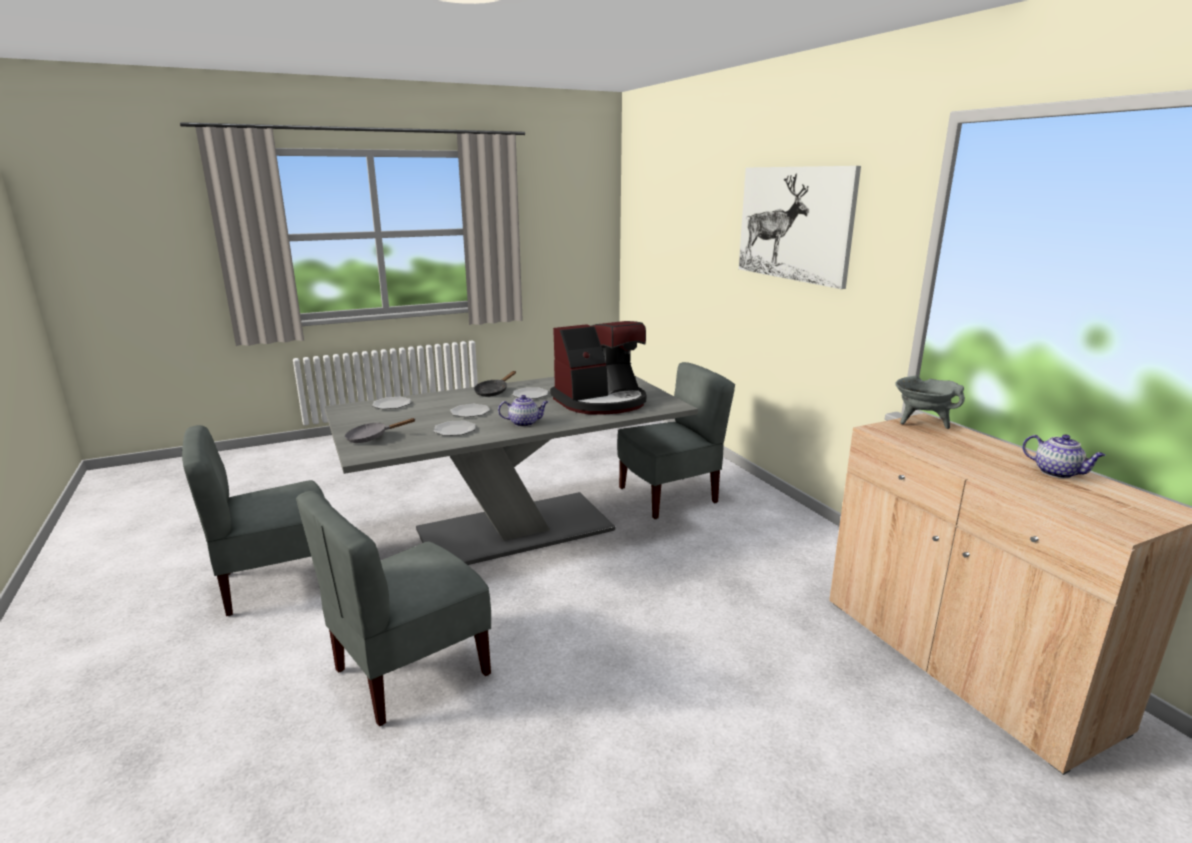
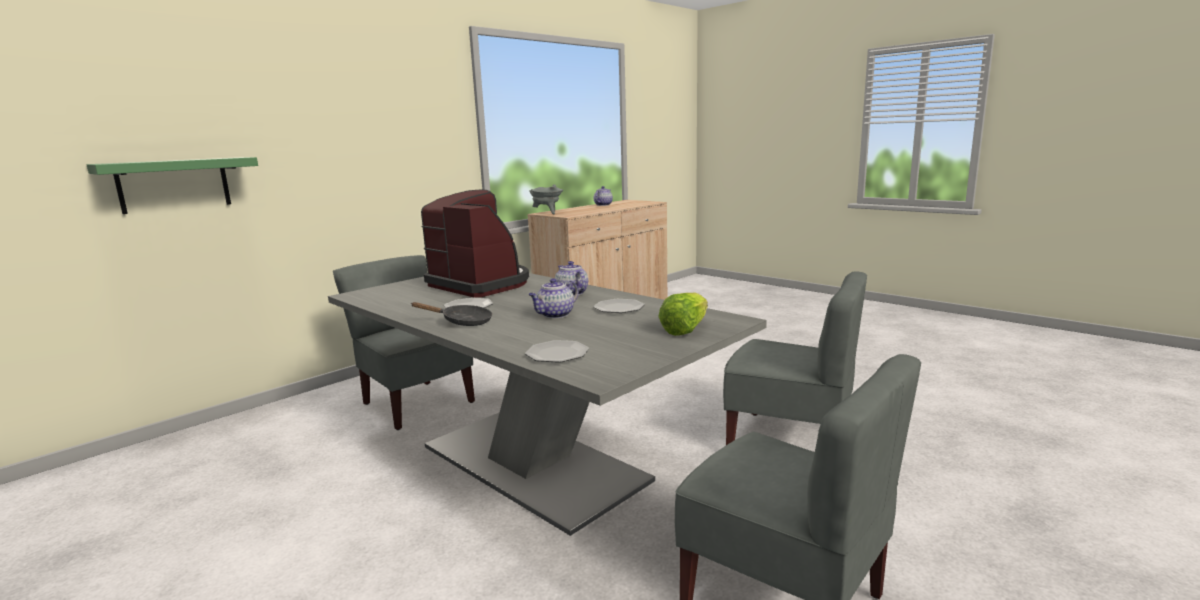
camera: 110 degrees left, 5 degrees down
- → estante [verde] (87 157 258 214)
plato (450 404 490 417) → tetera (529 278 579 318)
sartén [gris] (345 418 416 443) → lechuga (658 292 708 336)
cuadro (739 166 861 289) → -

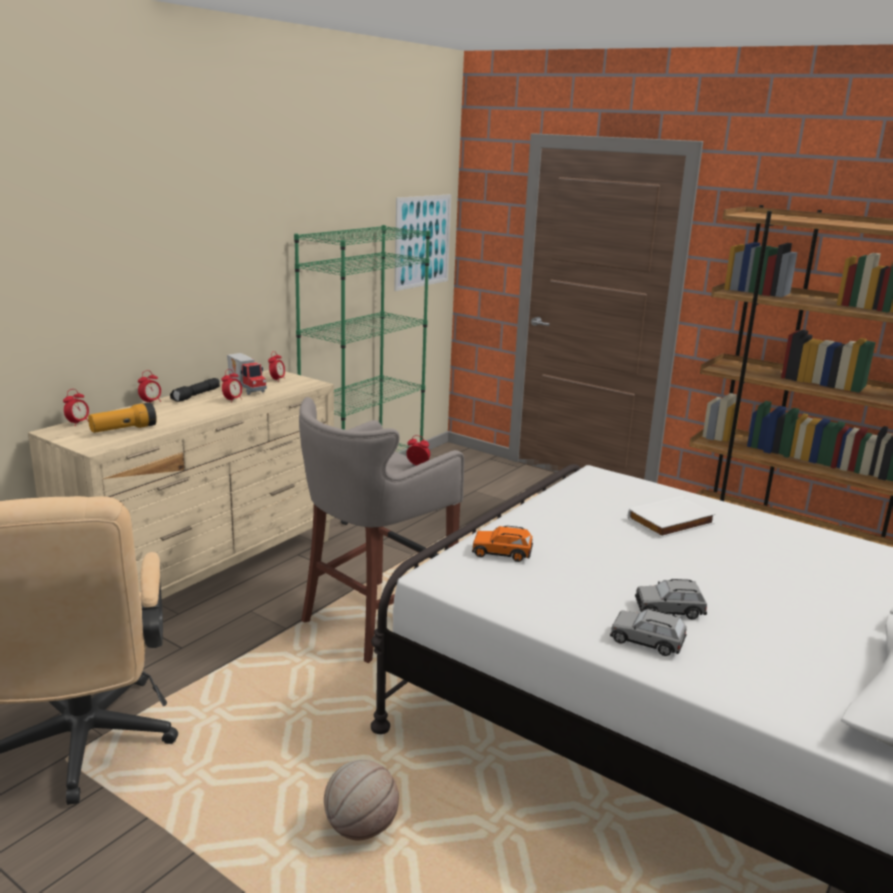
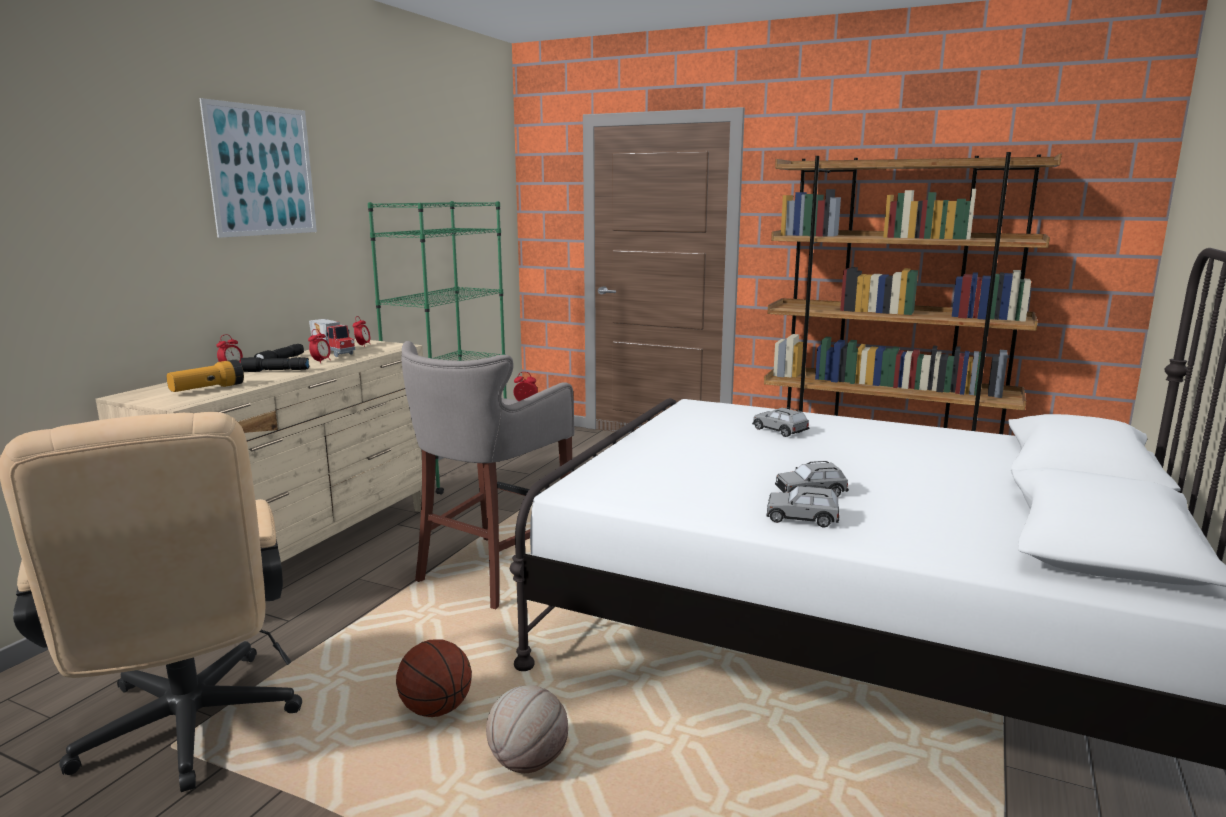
camera: 10 degrees left, 5 degrees down
cuadro (394 194 451 291) → cuadro (199 98 317 238), moved
- → linterna [negro] (240 357 310 372)
- → balón de baloncesto (396 640 472 717)
libro [blanco] (628 496 716 538) → coche de juguete [gris] (752 407 810 437)
despertador (63 389 89 426) → -
coche de juguete [naranja] (472 526 533 562) → -

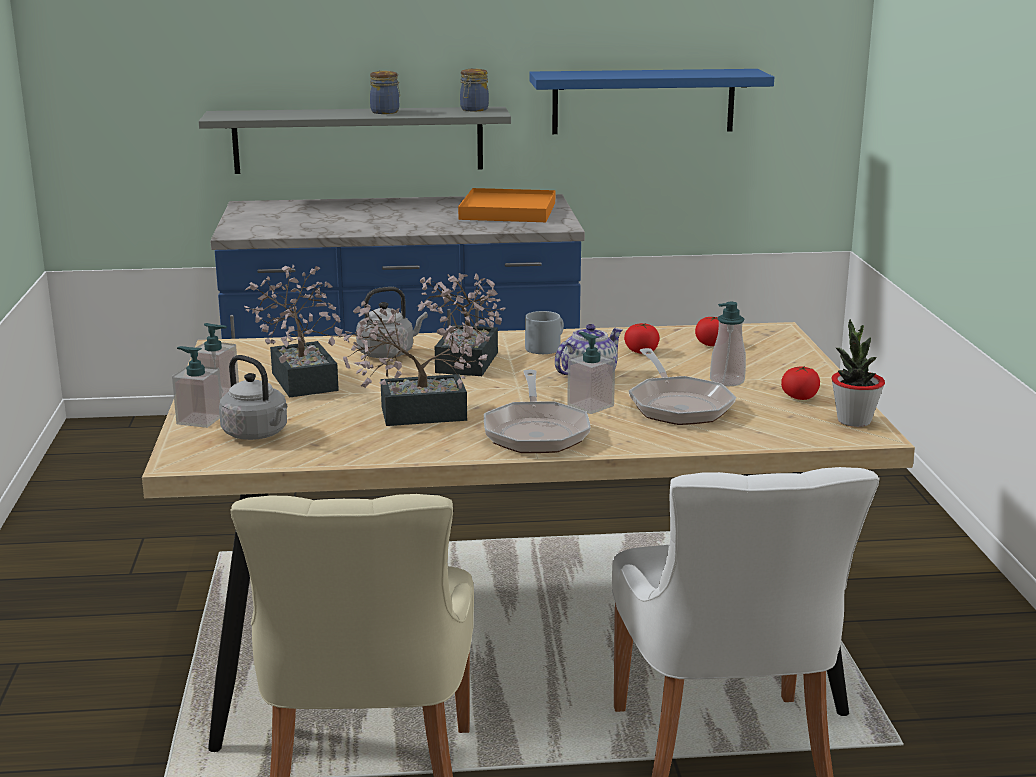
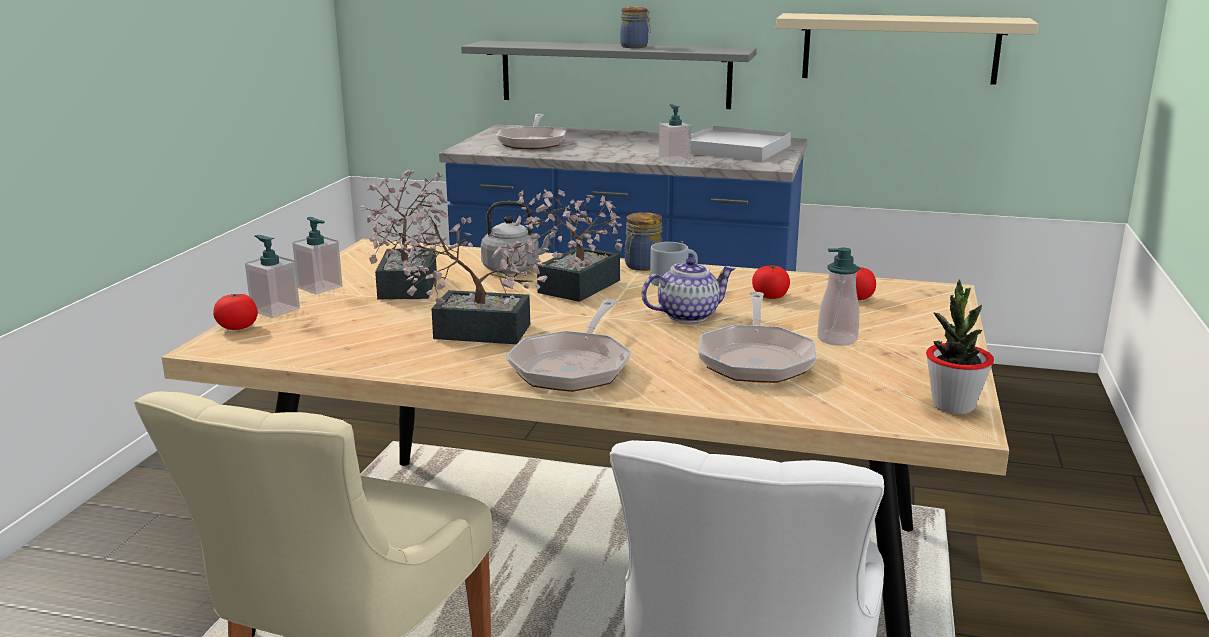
camera: 20 degrees right, 0 degrees up
tomate (781 366 820 400) → tomate (213 294 258 330), moved
- → sartén (497 114 566 149)
tarro (460 68 489 111) → tarro (625 212 663 271), moved
dispensador de jabón (567 332 615 414) → dispensador de jabón (659 104 692 163), moved
bandeja [naranja] (458 188 555 222) → bandeja [blanco] (691 126 791 161)
estante [azul] (529 69 774 134) → estante [beis] (776 13 1038 85)
hervidor [gris] (219 355 287 440) → -

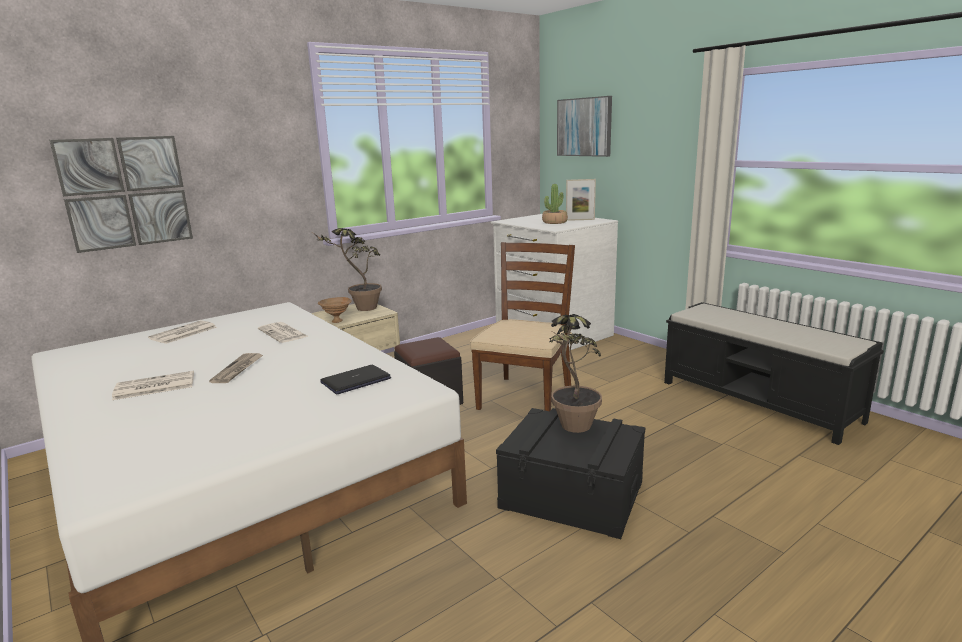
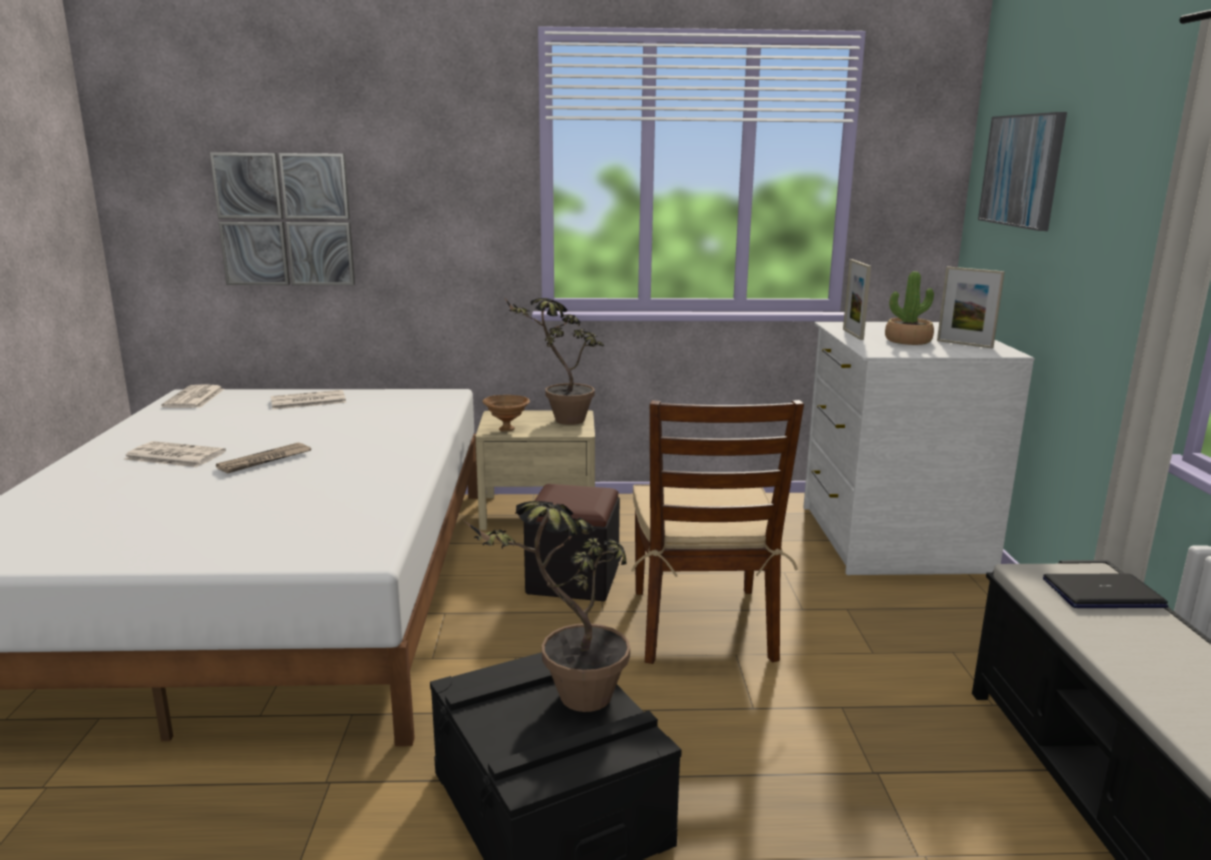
camera: 35 degrees right, 0 degrees up
periódico (258 322 309 343) → periódico (161 384 224 408), moved
silla [marrón] (470 242 577 411) → silla [marrón] (631 400 804 664), 120 degrees clockwise
- → portarretratos (843 259 871 340)
portátil (320 365 391 395) → portátil (1043 574 1168 608), moved

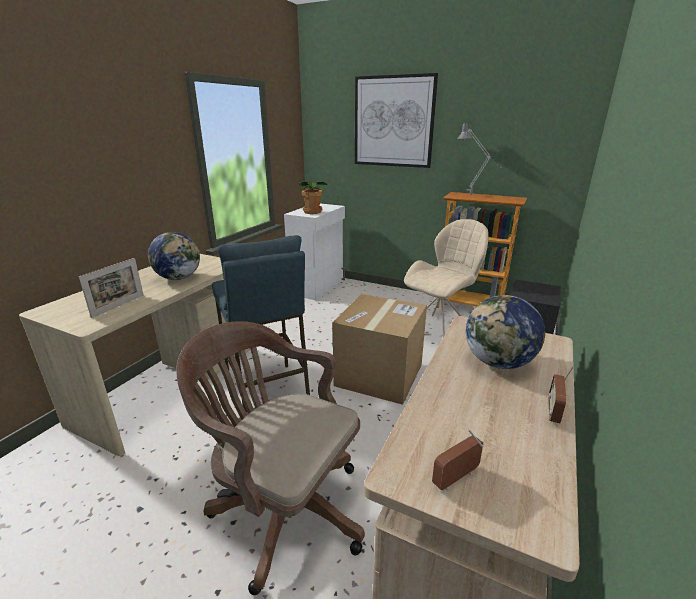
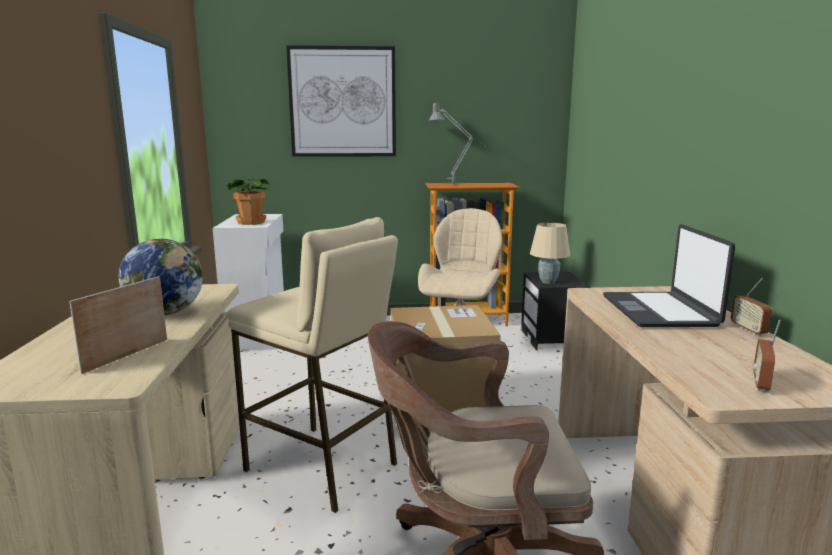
camera: 30 degrees left, 10 degrees down
portarretratos (79 258 144 318) → portarretratos (69 276 167 374), 150 degrees counterclockwise
taburete [azul] (212 235 310 412) → taburete [beis] (227 217 398 513)
- → lámpara de mesa [beis] (530 223 570 284)
globo terráqueo (466 295 545 369) → portátil (603 224 735 327)

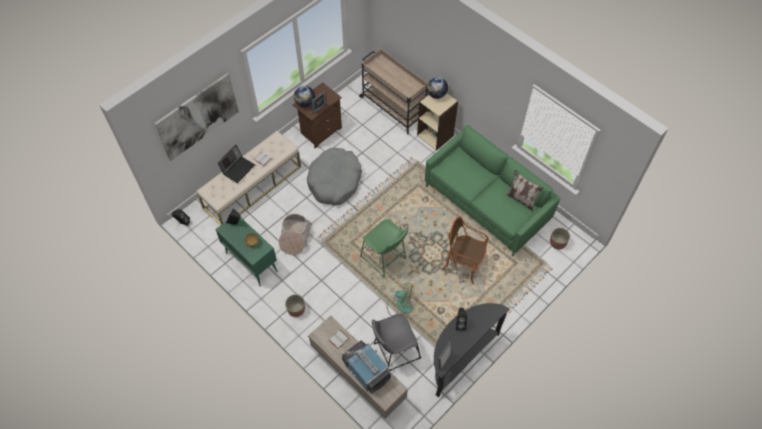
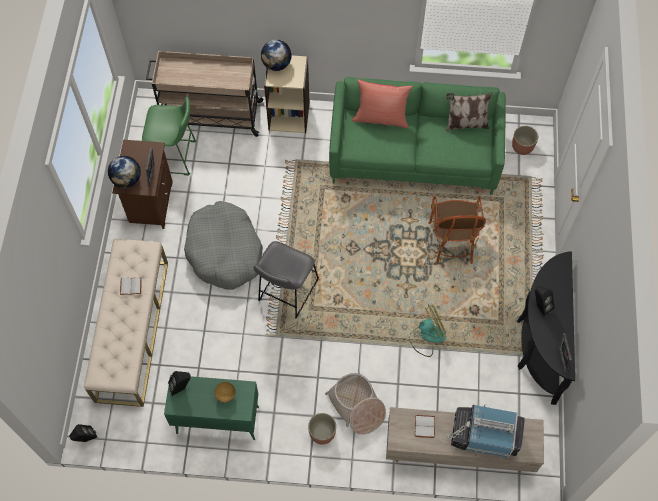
camera: 40 degrees left, 5 degrees up
taburete [verde] (360 219 408 277) → taburete [verde] (142 97 196 176), moved
taburete [gris] (372 314 421 371) → taburete [gris] (254 241 319 318), moved
cesta (279 214 312 255) → cesta (325 373 386 435), moved
- → cojín [rojo] (352 79 413 129)
sillón (442 216 489 284) → sillón (429 195 486 265), 75 degrees counterclockwise
cuadro (154 73 239 161) → -
portátil (218 145 255 183) → -

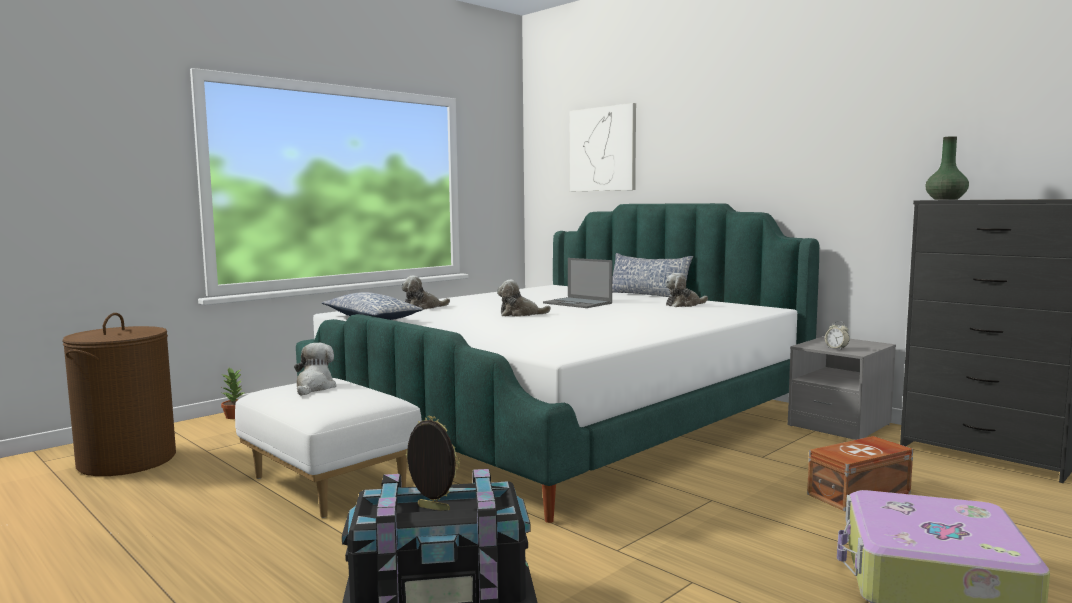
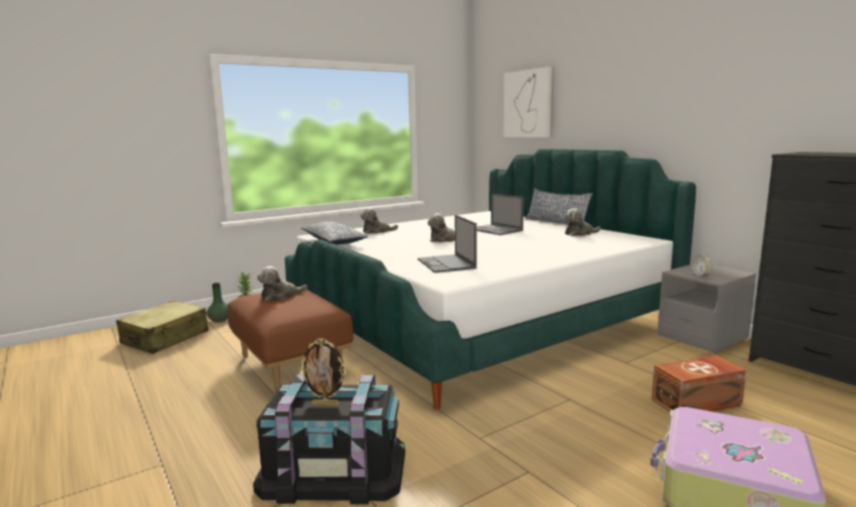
camera: 10 degrees right, 5 degrees up
cesto de la ropa [marrón] (62 313 176 476) → maleta [beis] (116 300 209 354)
florero [verde] (925 136 969 200) → florero [verde] (206 283 228 322), moved
puf [blanco] (235 378 422 518) → puf [marrón] (227 287 354 392)
peluche (294 343 336 396) → peluche (257 266 307 301), 135 degrees counterclockwise
portarretratos (406 416 460 511) → portarretratos (299 338 347 406), 150 degrees clockwise
- → portátil (418 215 477 273)

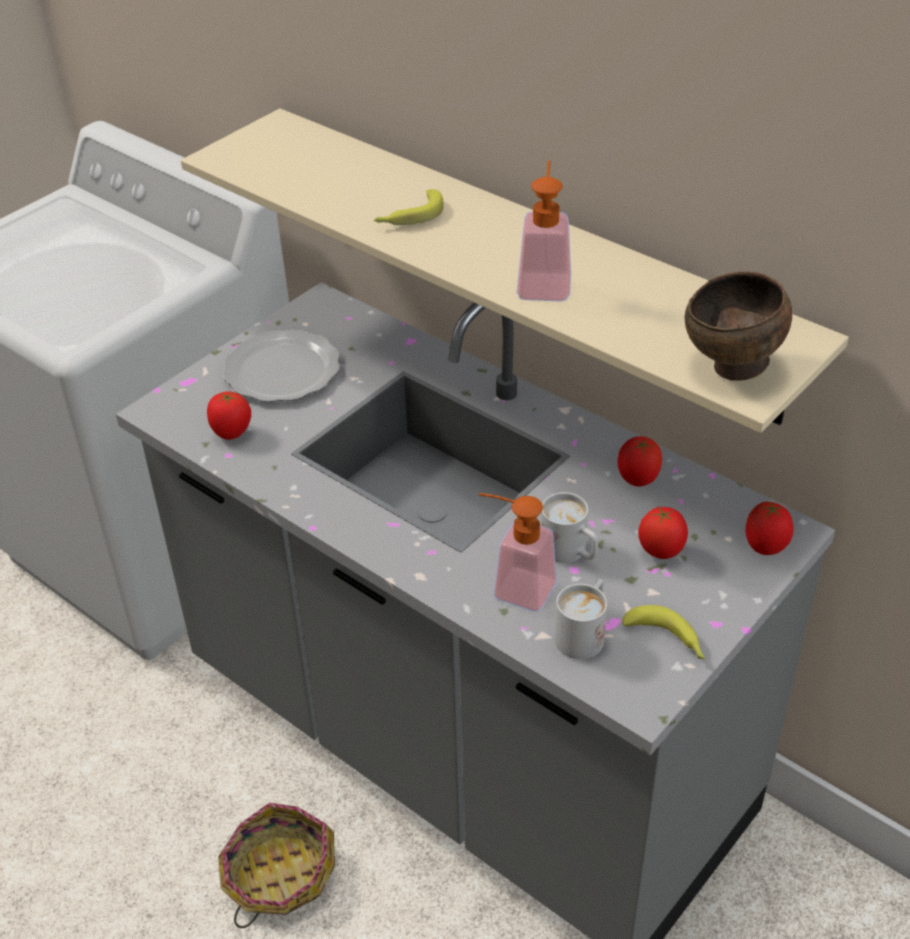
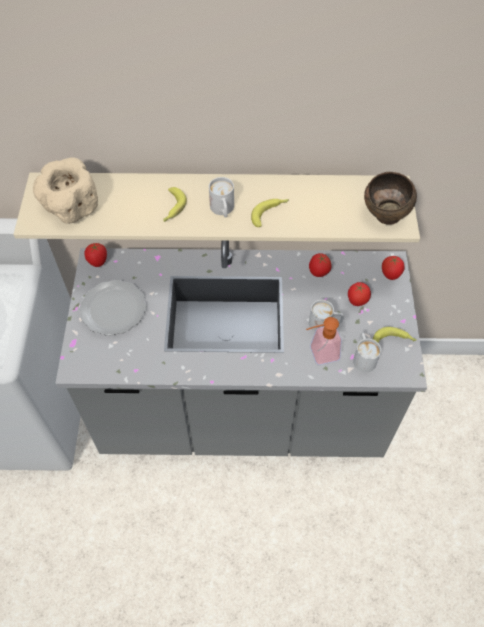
camera: 40 degrees left, 15 degrees up
- → cuenco [beis] (33 157 98 224)
tomate (207 391 251 440) → tomate (85 243 107 267), moved
- → taza grande [blanco] (209 177 234 218)
dispensador de jabón (516 160 571 302) → plátano (251 199 289 227)
cesta (218 803 335 928) → -

